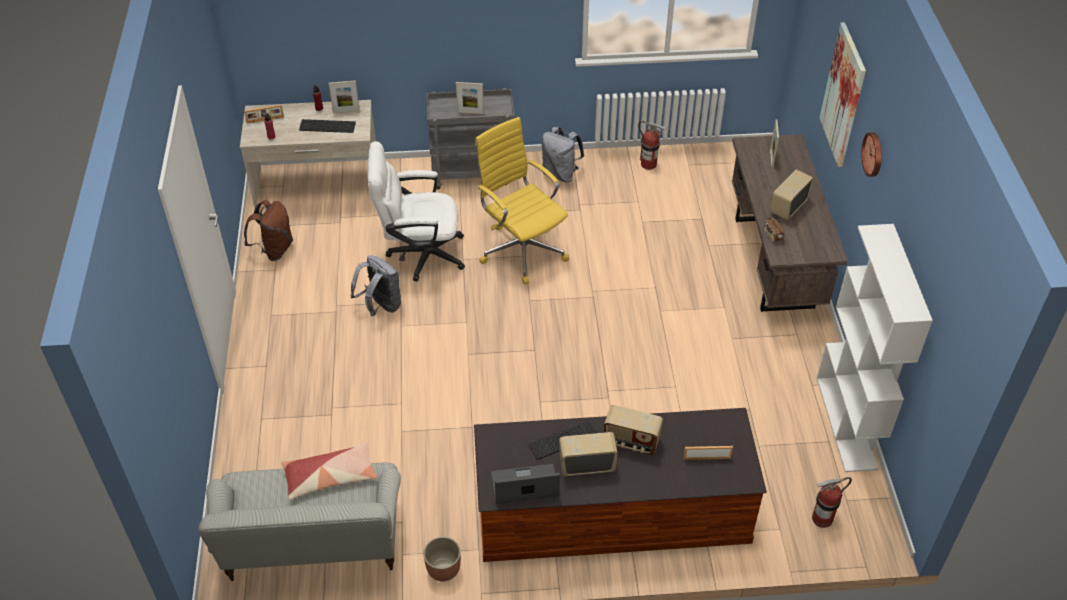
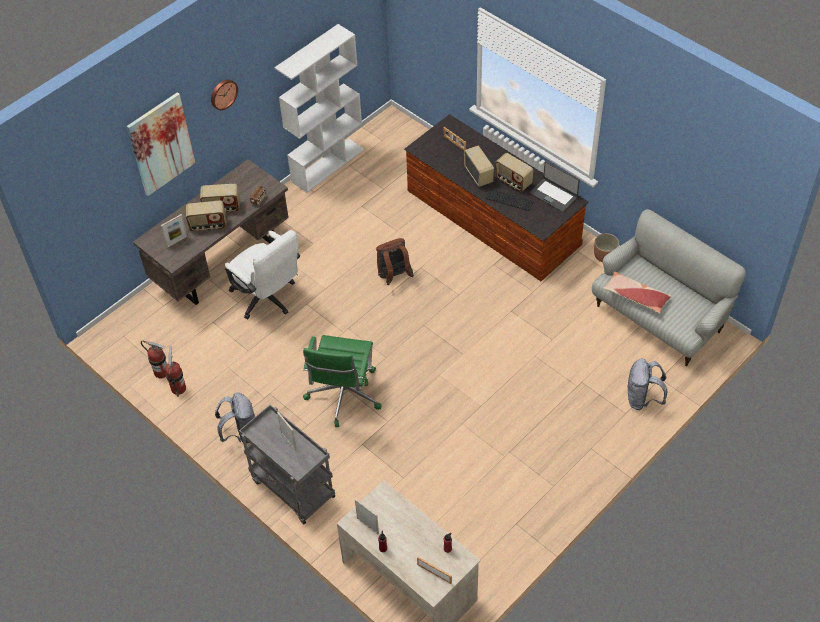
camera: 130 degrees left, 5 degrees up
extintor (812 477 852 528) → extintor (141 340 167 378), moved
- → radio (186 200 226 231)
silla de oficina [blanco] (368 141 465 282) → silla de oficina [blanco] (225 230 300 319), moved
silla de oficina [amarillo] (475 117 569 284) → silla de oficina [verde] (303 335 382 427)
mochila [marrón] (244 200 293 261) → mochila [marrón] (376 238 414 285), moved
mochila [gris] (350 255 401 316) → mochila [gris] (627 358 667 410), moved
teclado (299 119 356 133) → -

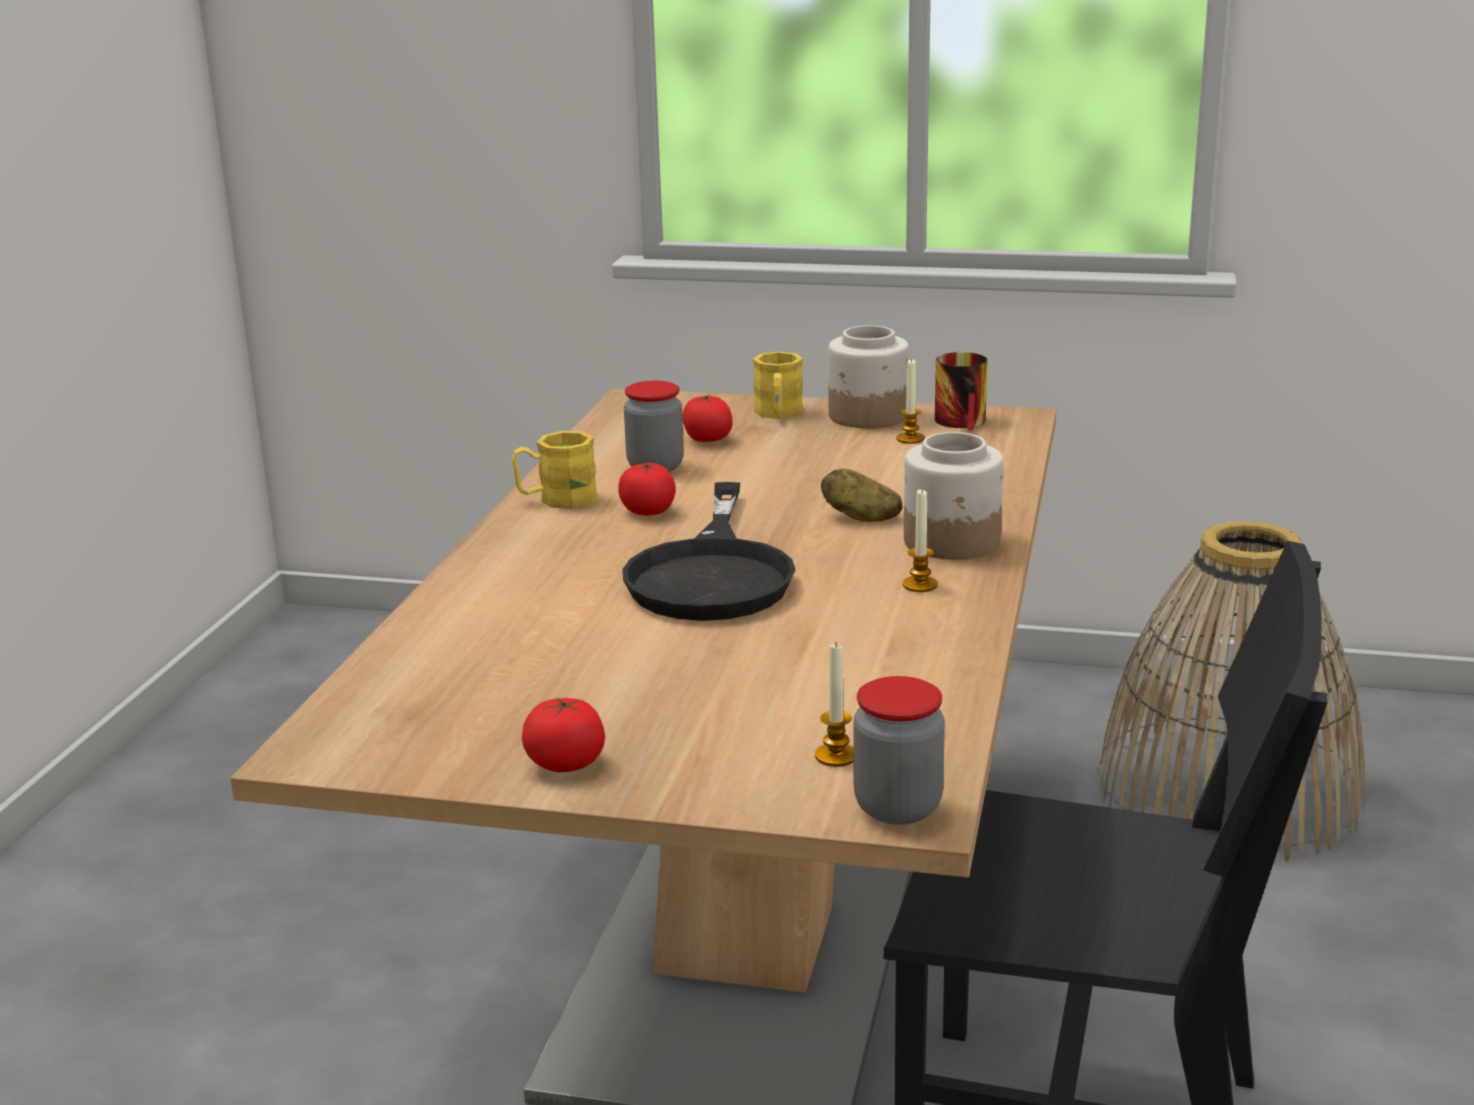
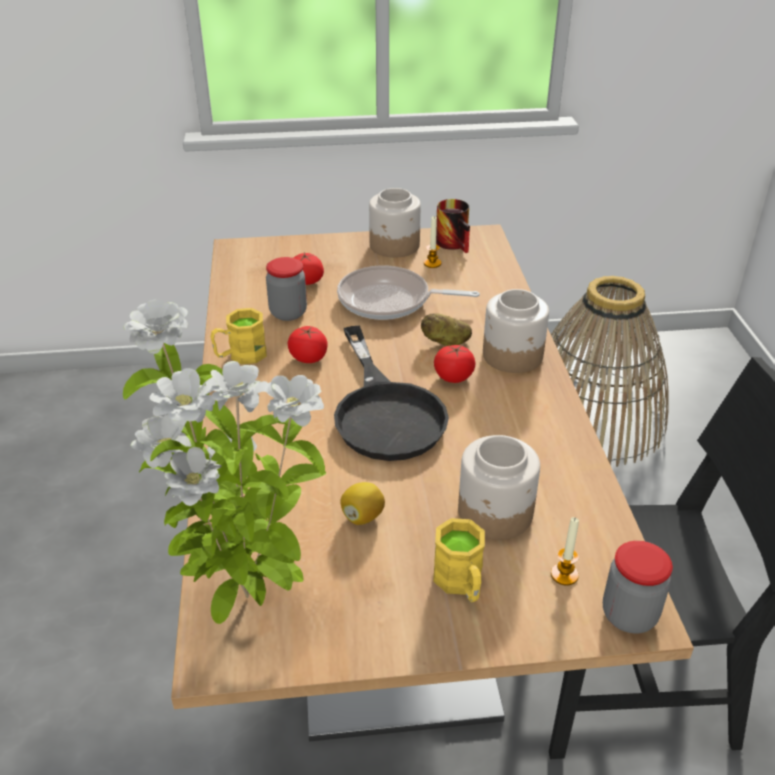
camera: 20 degrees left, 15 degrees up
- → planta en maceta (123 300 326 624)
- → sartén (337 265 480 320)
- → limón (340 482 385 525)
taza grande [amarillo] (753 351 803 419) → taza grande [amarillo] (433 518 485 602), moved
tomate (522 698 605 772) → tomate (434 345 476 383), moved
- → tarro (458 435 540 540)
vela (903 490 938 592) → -

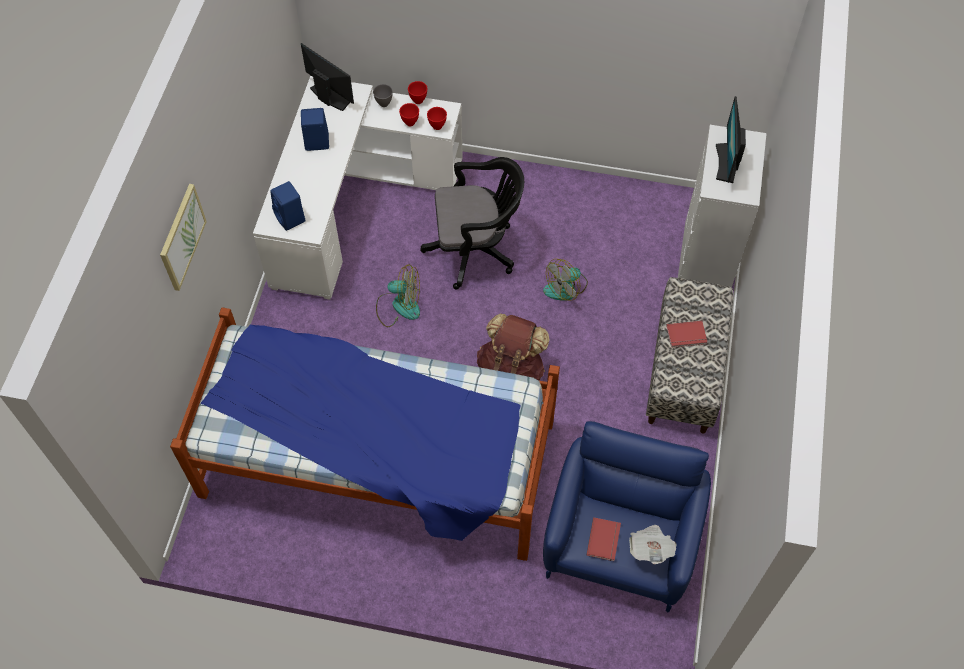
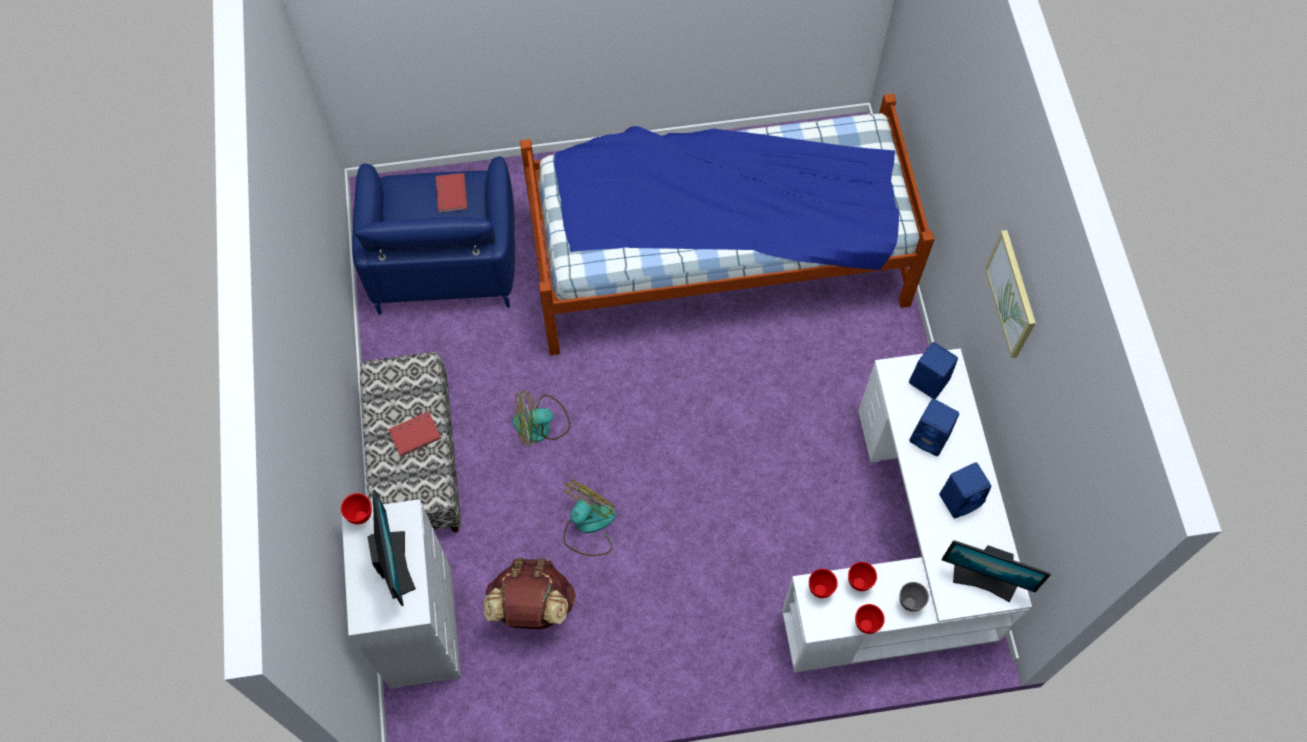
camera: 160 degrees right, 5 degrees up
- → cuenco [rojo] (341 493 372 524)
mochila [marrón] (477 313 550 381) → mochila [marrón] (484 558 576 629), moved
ventilador (376 264 420 327) → ventilador (513 390 570 447), moved
- → altavoz [azul] (909 399 959 456)
cuadro (160 184 207 291) → cuadro (985 230 1036 358), moved
silla de oficina [negro] (420 157 524 290) → -
periódico (629 525 677 564) → -

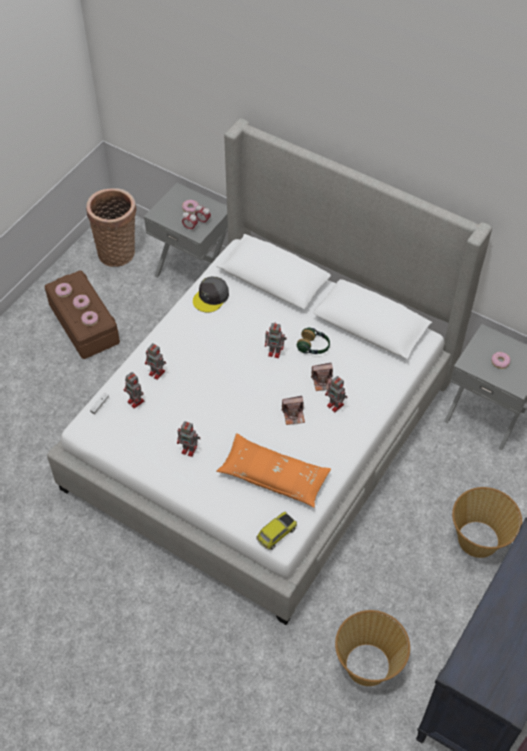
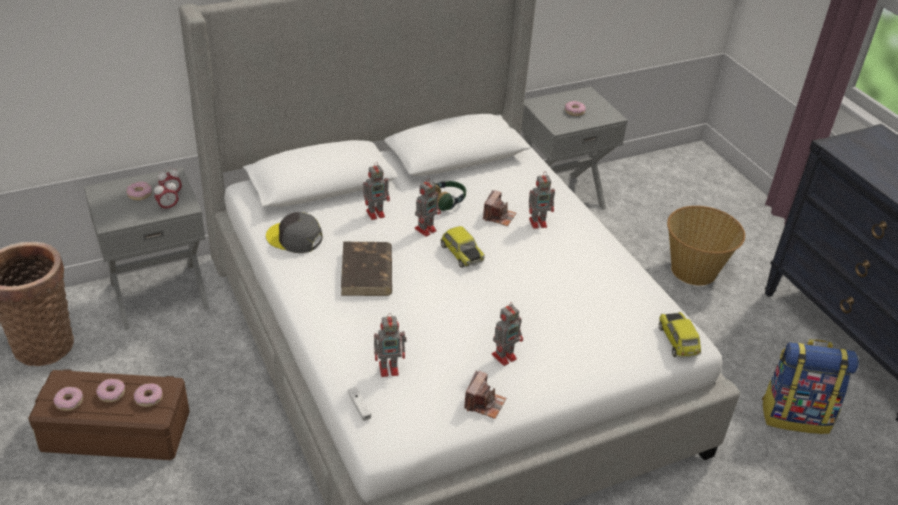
camera: 60 degrees left, 15 degrees down
gorra [gris] (193 276 229 313) → gorra [gris] (266 212 323 253), 135 degrees clockwise
- → libro [marrón] (341 242 392 296)
robot de juguete (145 343 166 380) → robot de juguete (363 162 390 220), moved
- → coche de juguete (440 226 485 268)
cámara (281 396 305 425) → cámara (464 370 506 419), moved
cesta (335 610 410 686) → mochila (762 339 859 434)
cojín [naranja] (217 433 331 508) → -

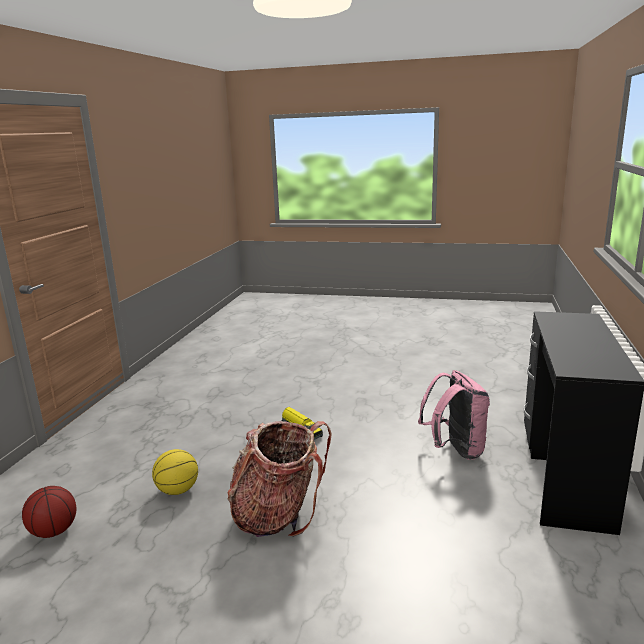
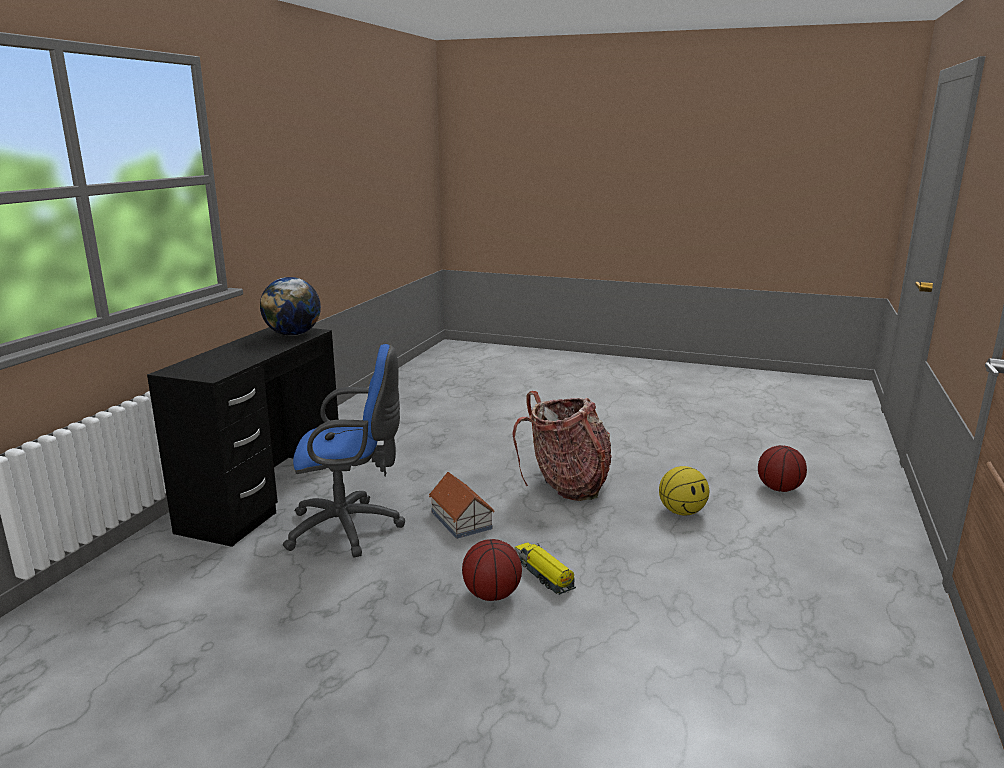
camera: 175 degrees left, 0 degrees up
- → globo terráqueo (260 277 321 336)
mochila [rosa] (418 370 490 460) → silla de oficina [azul] (283 344 405 557)
- → casita (429 472 495 539)
- → balón de baloncesto (462 539 522 601)

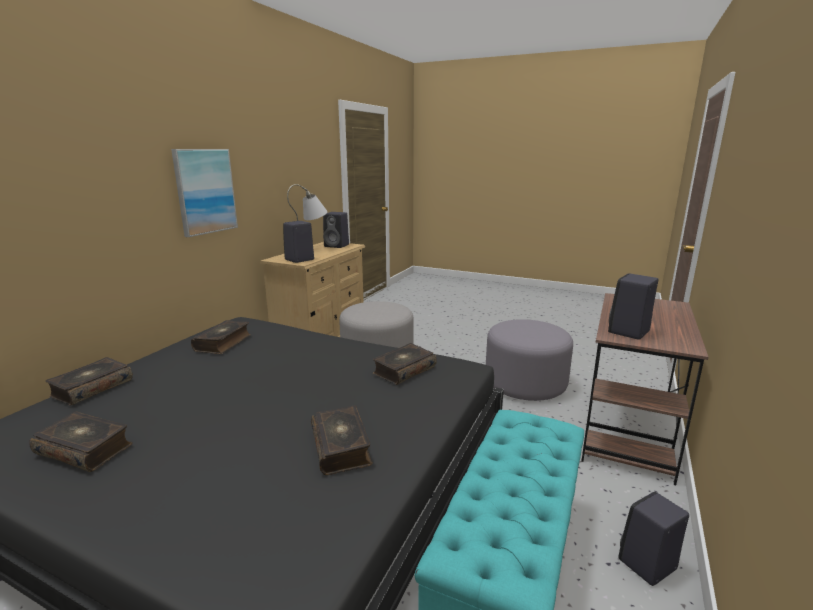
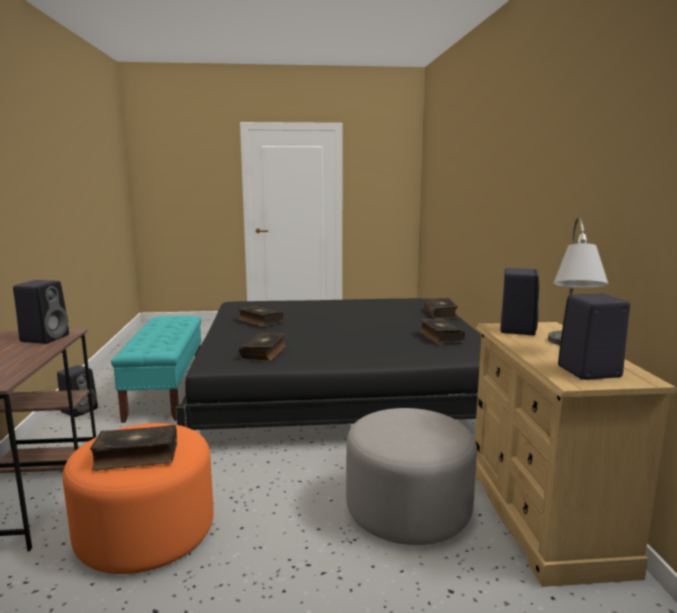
camera: 150 degrees right, 5 degrees down
puf [gris] (486 319 573 401) → puf [naranja] (63 423 214 574)
libro (29 412 132 472) → libro (90 425 177 471), moved
cuadro (171 149 238 237) → -

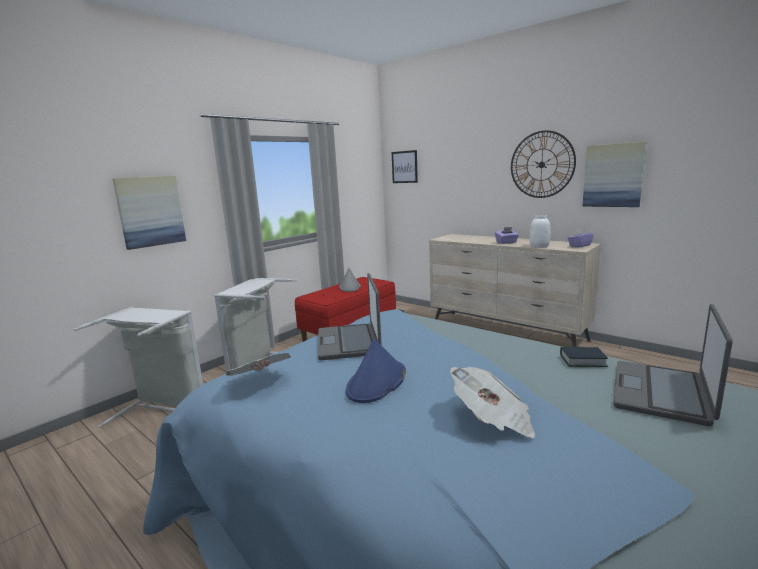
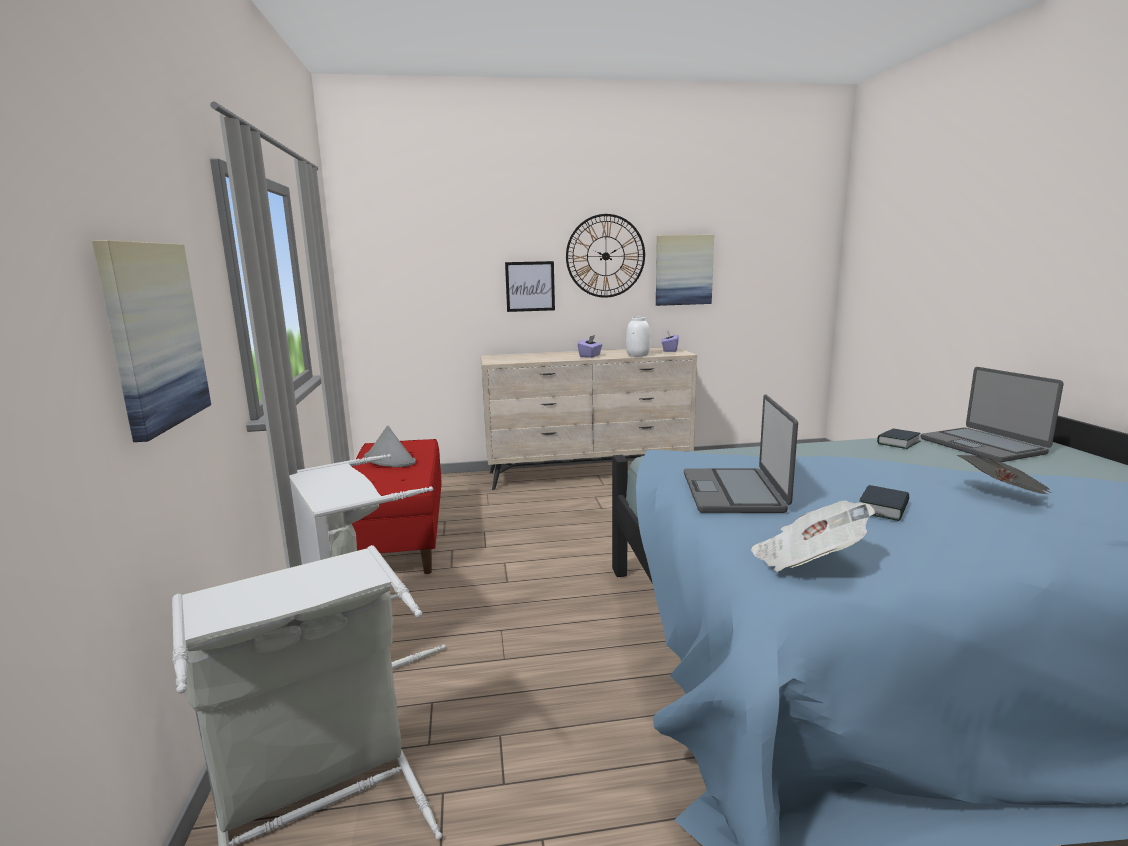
camera: 50 degrees left, 0 degrees up
cuadro (392 150 418 183) → cuadro (505 261 555 312), moved
portátil (318 273 382 360) → portátil (684 394 798 513), 60 degrees clockwise
sombrero [azul] (346 339 406 403) → libro (859 485 909 521)

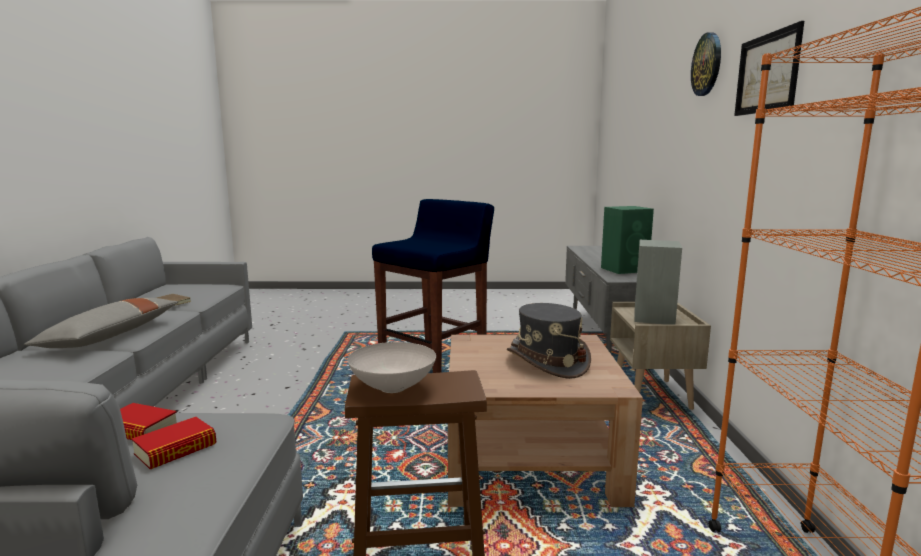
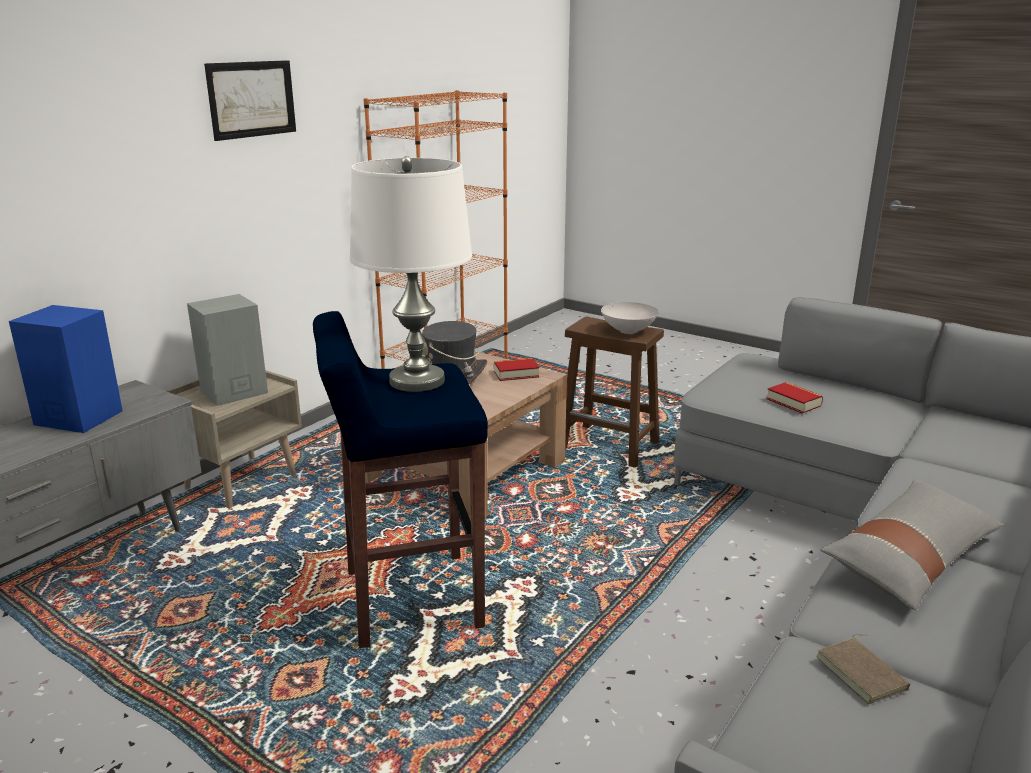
camera: 145 degrees left, 10 degrees up
altavoz [verde] (601 206 654 274) → altavoz [azul] (9 305 123 433)
- → lámpara de mesa [blanco] (350 156 472 392)
libro (132 417 216 469) → libro (494 358 539 381), moved
reloj de pared (691 33 721 96) → -

